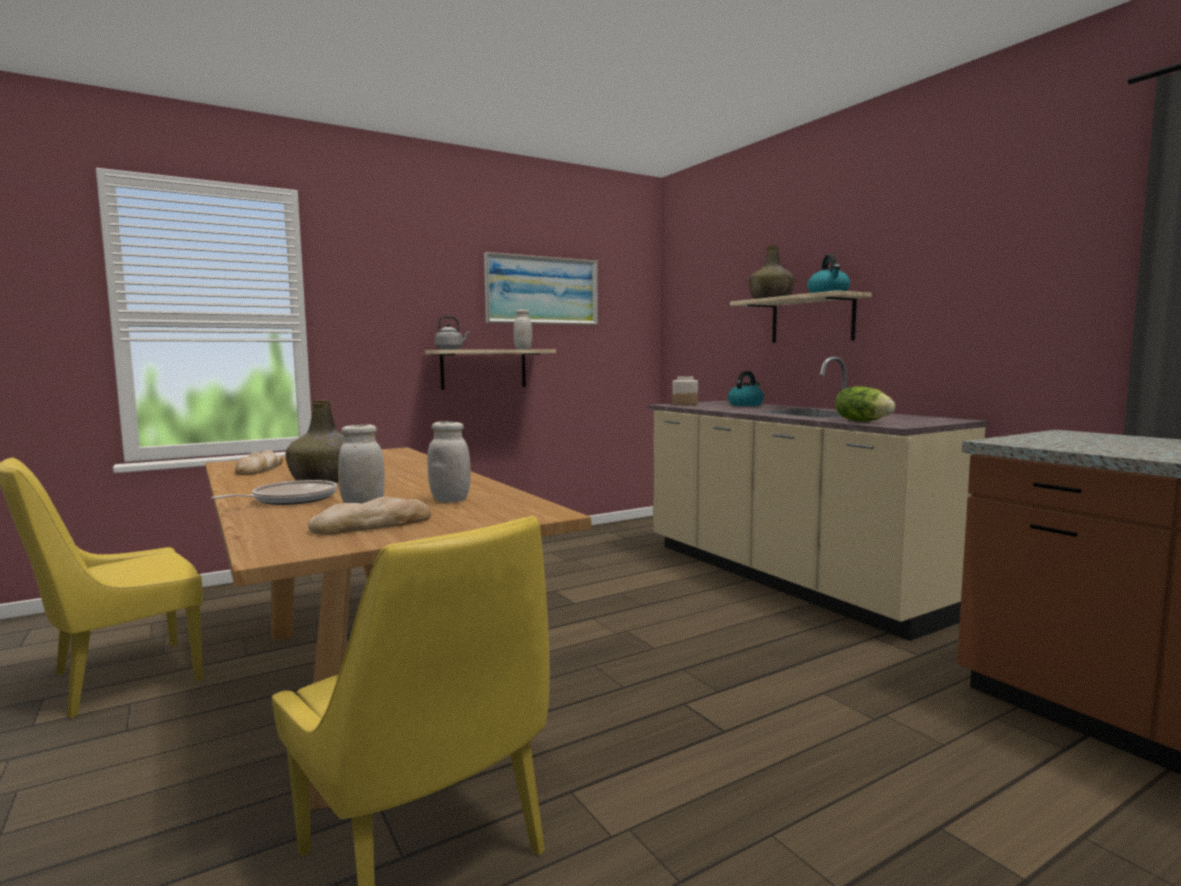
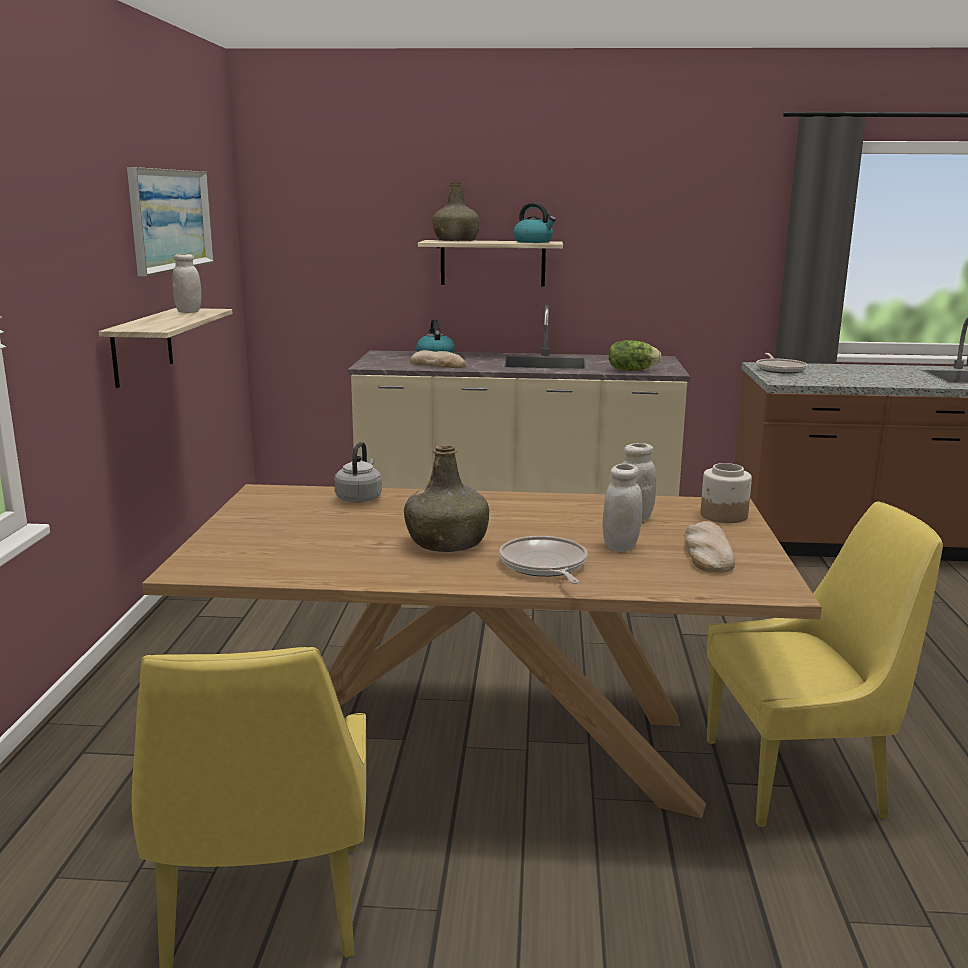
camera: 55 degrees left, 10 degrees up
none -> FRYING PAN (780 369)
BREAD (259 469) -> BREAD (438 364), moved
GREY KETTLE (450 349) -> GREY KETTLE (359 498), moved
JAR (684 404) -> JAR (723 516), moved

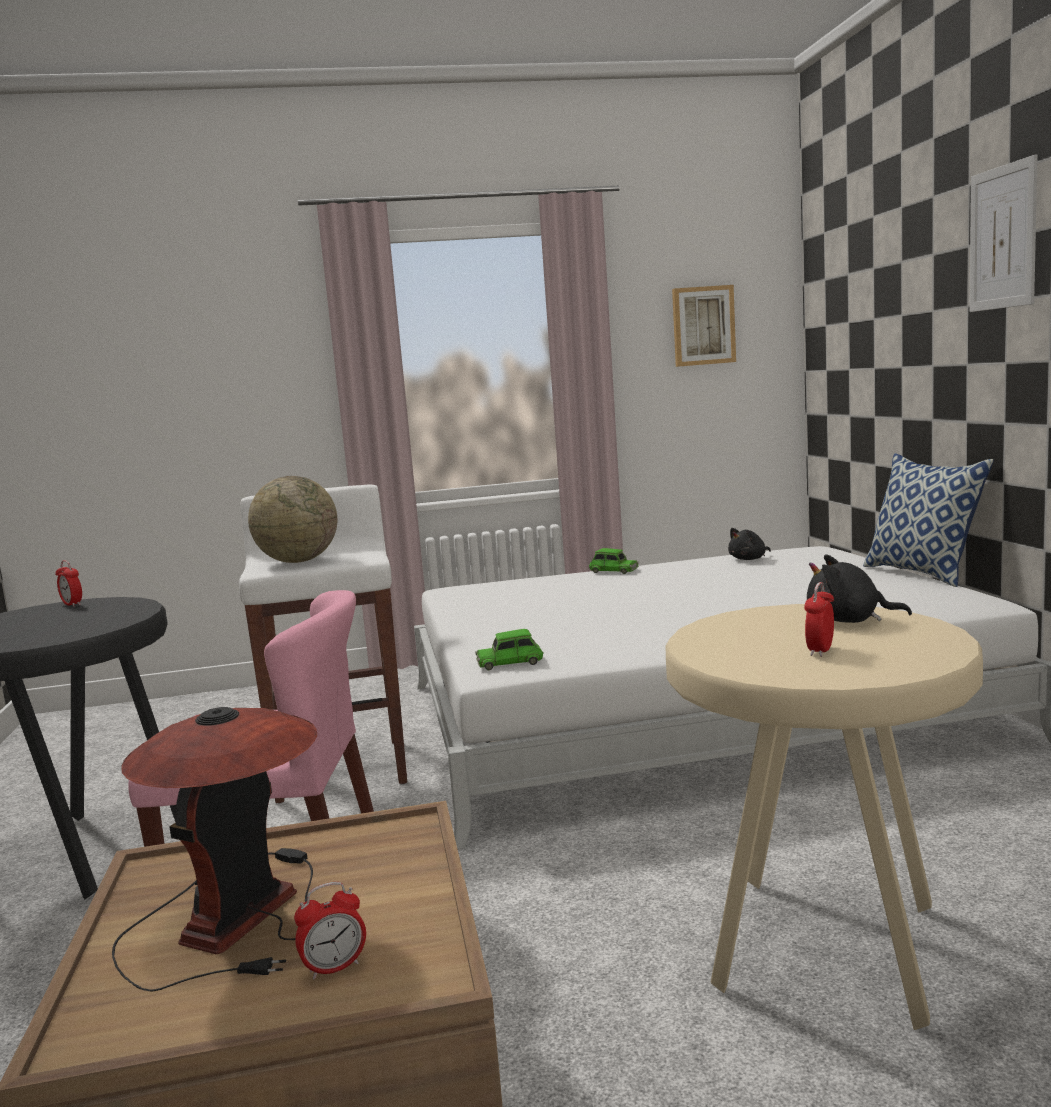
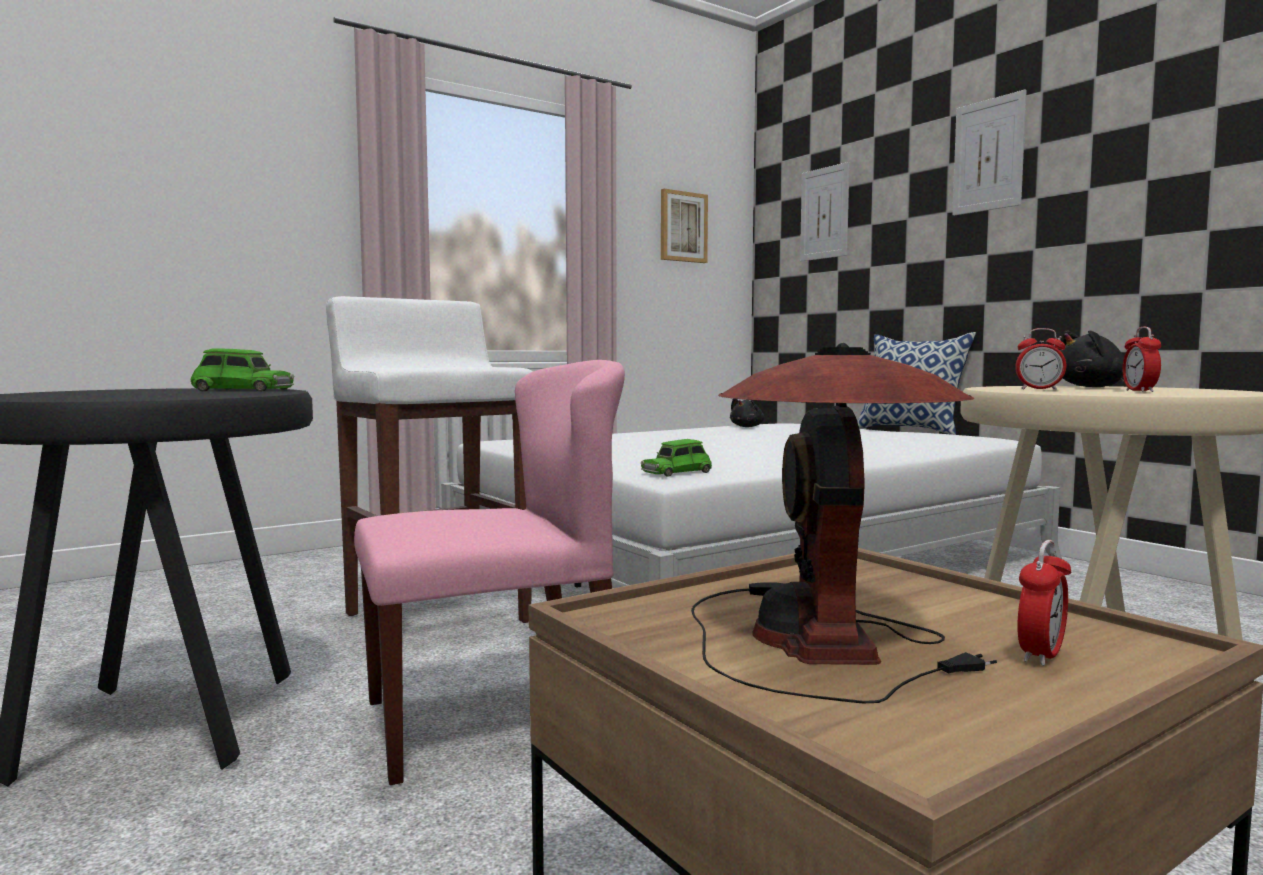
camera: 25 degrees left, 5 degrees down
GLOBE (298 561) -> none
none -> PICTURE (824 213)
ALARM CLOCK (72 604) -> ALARM CLOCK (1039 389), moved
GREEN TOY CAR (613 570) -> GREEN TOY CAR (242 390), moved

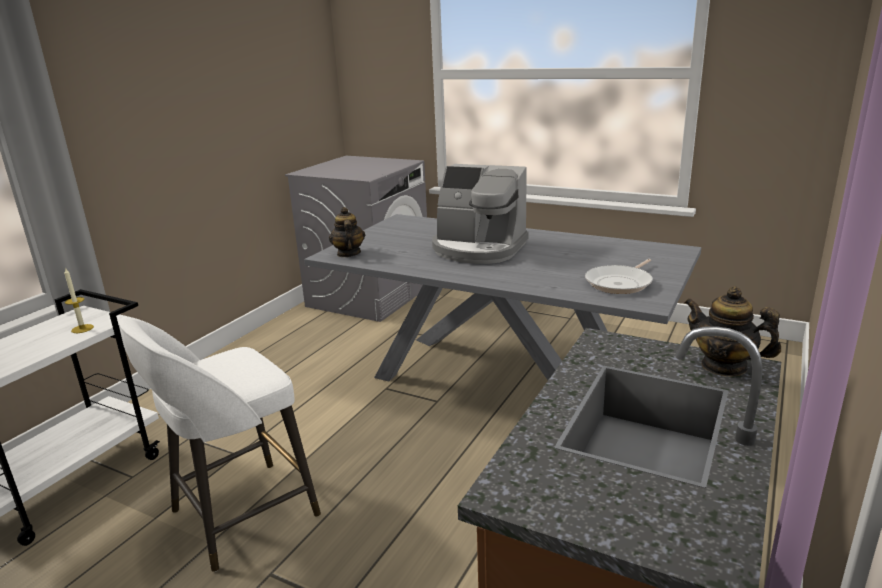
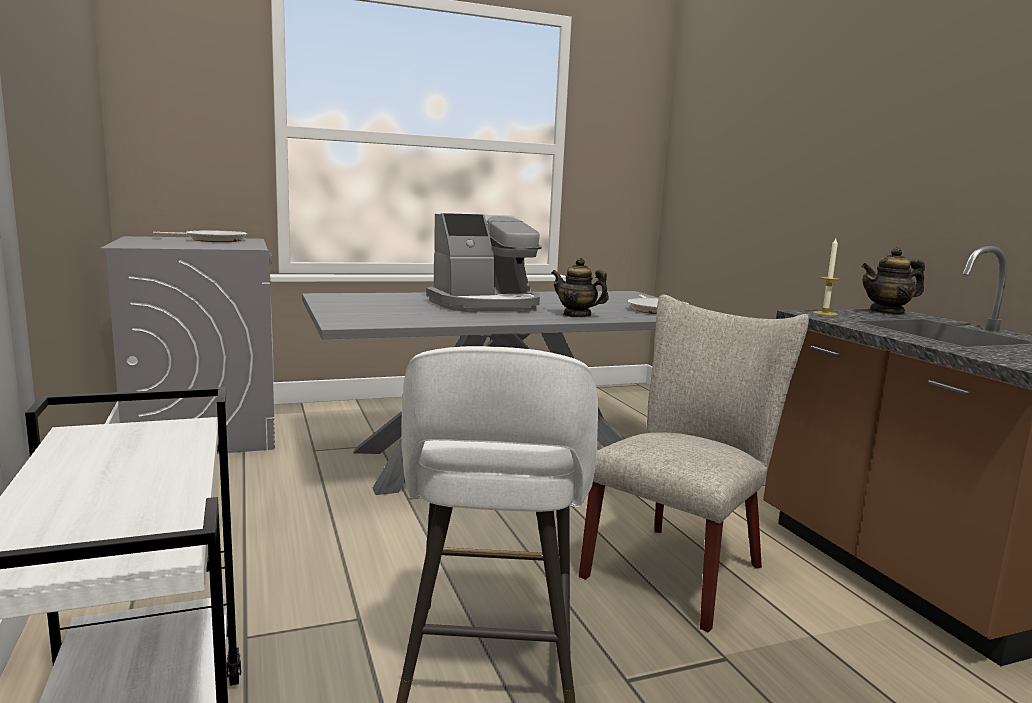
camera: 50 degrees left, 10 degrees down
none -> FRYING PAN (213 240)
none -> BEIGE CHAIR (680 567)
CANDLE (82 328) -> CANDLE (825 313), moved
TEAPOT (348 254) -> TEAPOT (577 315), moved

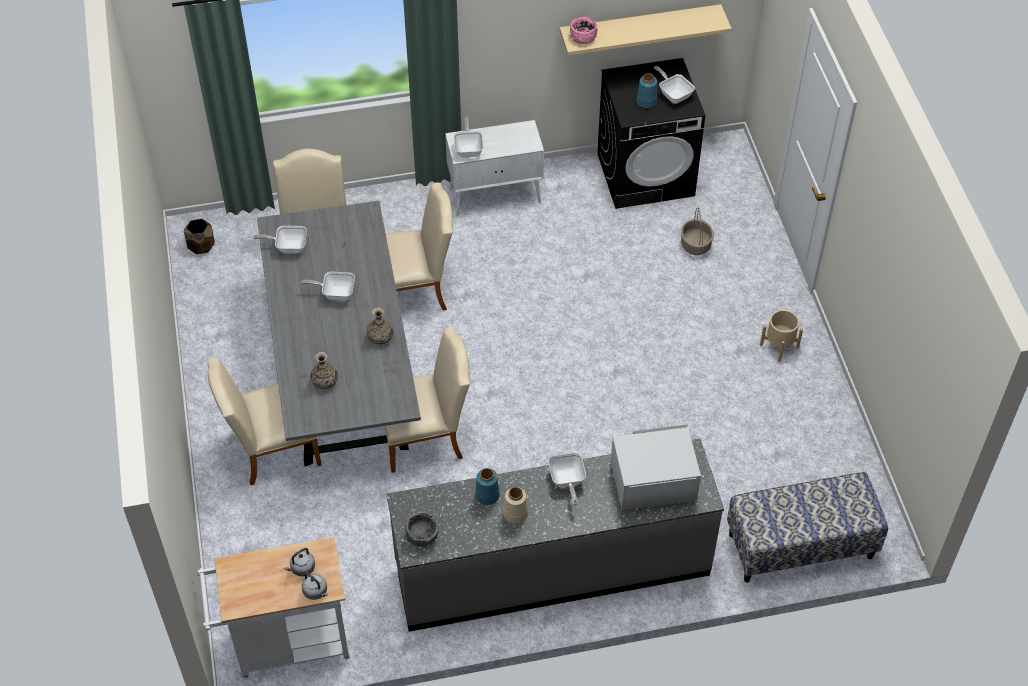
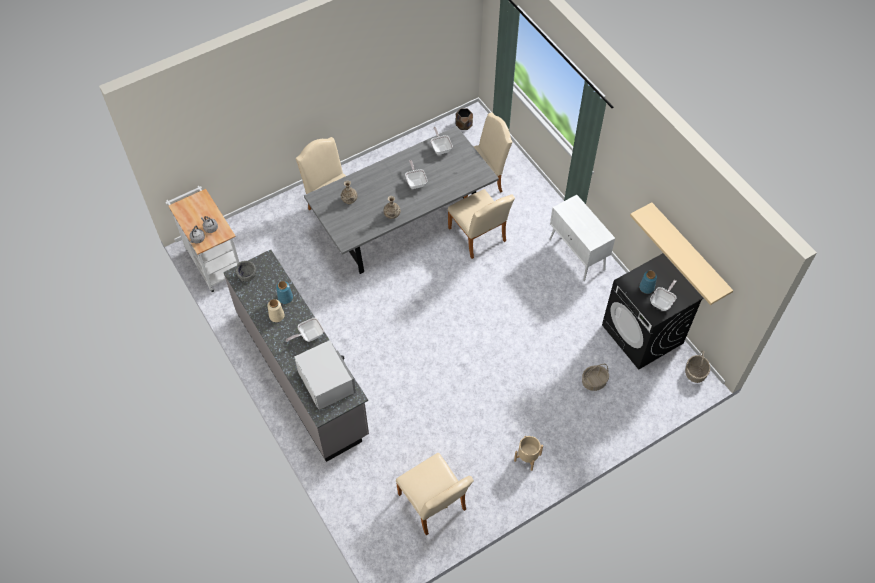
camera: 70 degrees right, 5 degrees up
FRYING PAN (468 149) -> none
PINK BOWL (583 37) -> none
BENCH (800 546) -> none
none -> BASKET (695 373)
BEIGE CHAIR (427 437) -> BEIGE CHAIR (434 505), moved

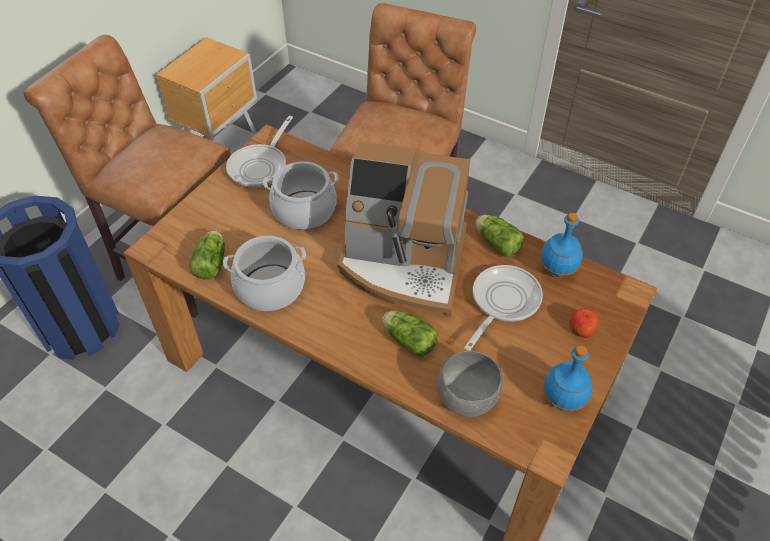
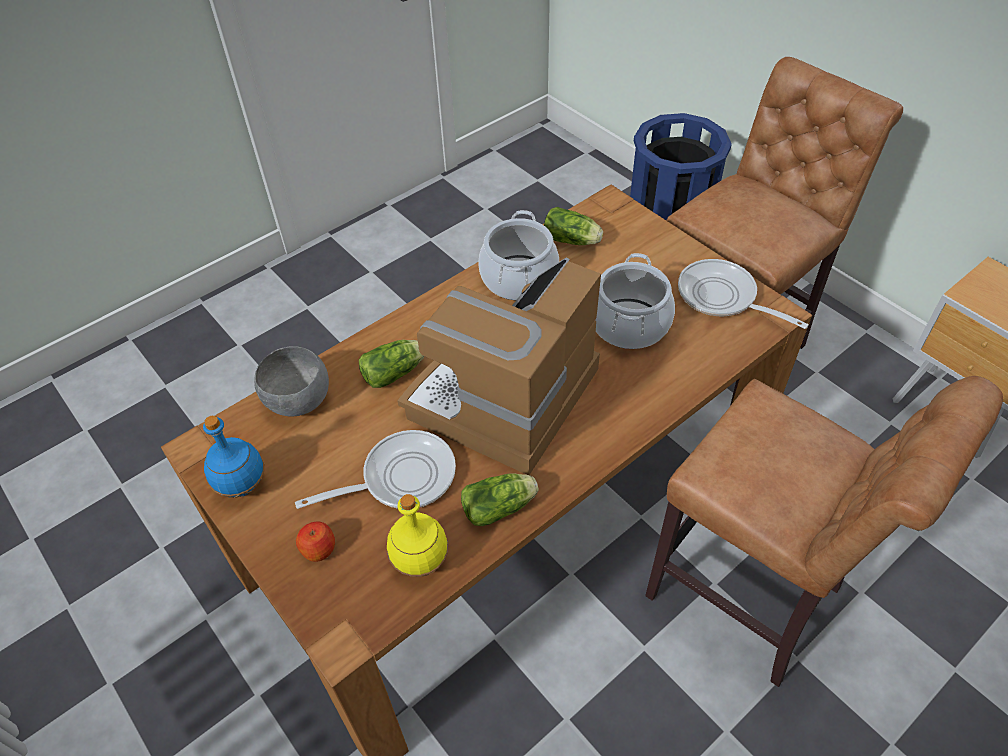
camera: 110 degrees right, 0 degrees up
BLUE BOTTLE (556 271) -> YELLOW BOTTLE (421 561)
FRYING PAN (502 302) -> FRYING PAN (401 477), 75 degrees counterclockwise

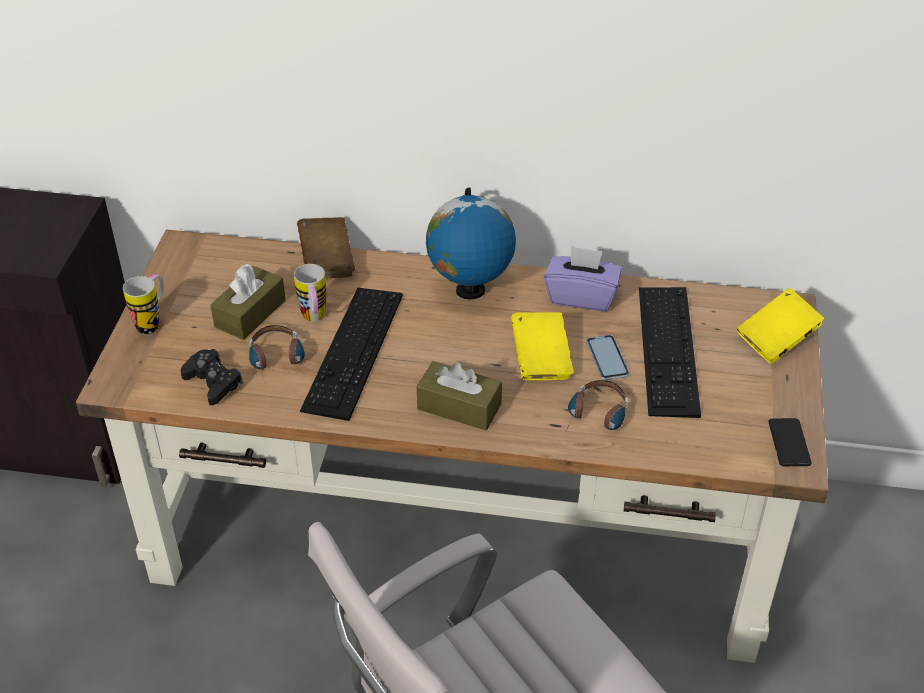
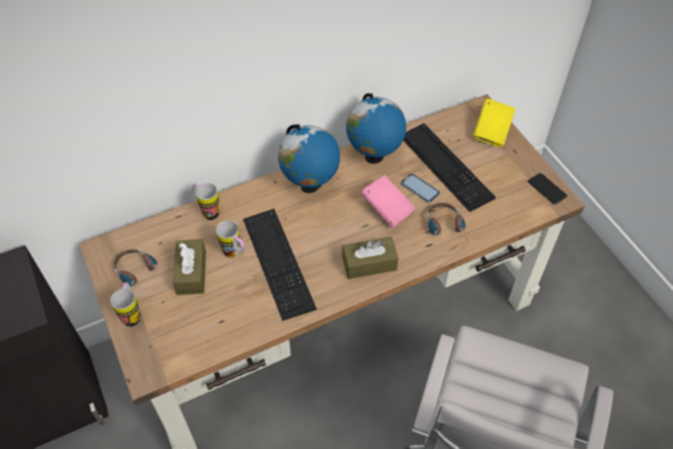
camera: 35 degrees left, 10 degrees up
BLACK GAME CONTROLLER (213 382) -> none
HEADPHONES (277 361) -> HEADPHONES (140 273), moved
BROWN BOOK (327 262) -> MUG (208 211)
PURPLE TISSUE BOX (581 296) -> GLOBE (374 157)
YELLOW BOOK (540 360) -> PINK BOOK (387 209)

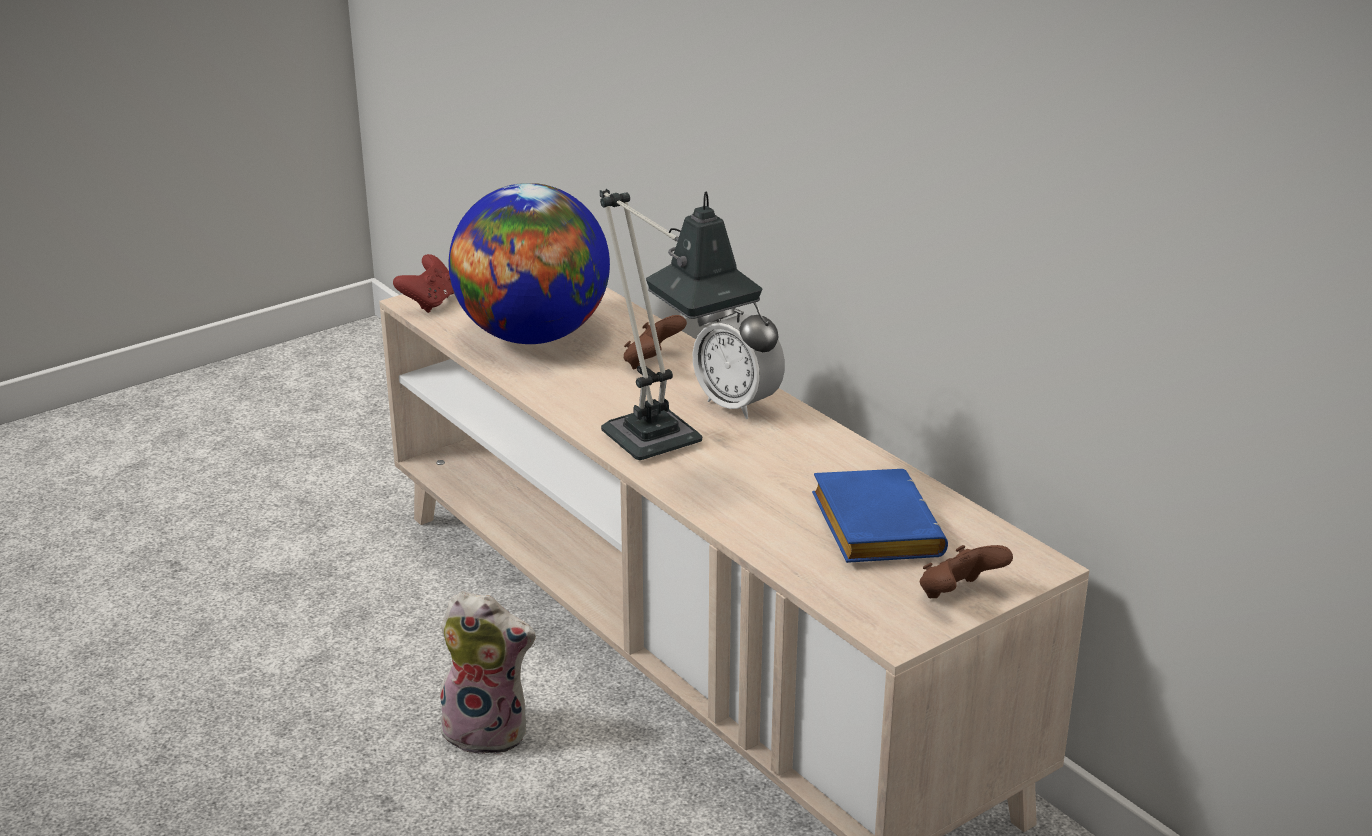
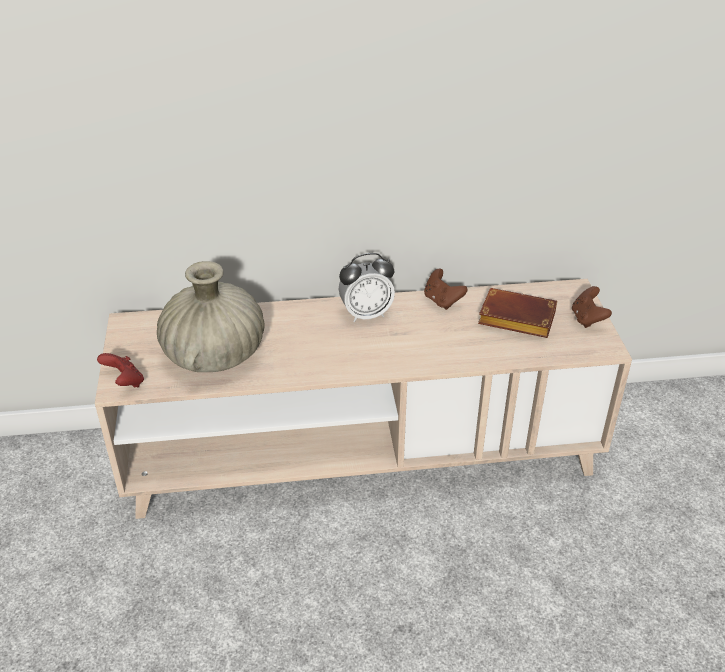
camera: 60 degrees left, 10 degrees up
PLUSH TOY (489 731) -> none
TABLE LAMP (663 449) -> none
BROWN GAME CONTROLLER (652 362) -> BROWN GAME CONTROLLER (442 301), moved
GLOBE (532 336) -> BEIGE VASE (215 355)
BLUE BOOK (871 526) -> BROWN BOOK (514 319)

